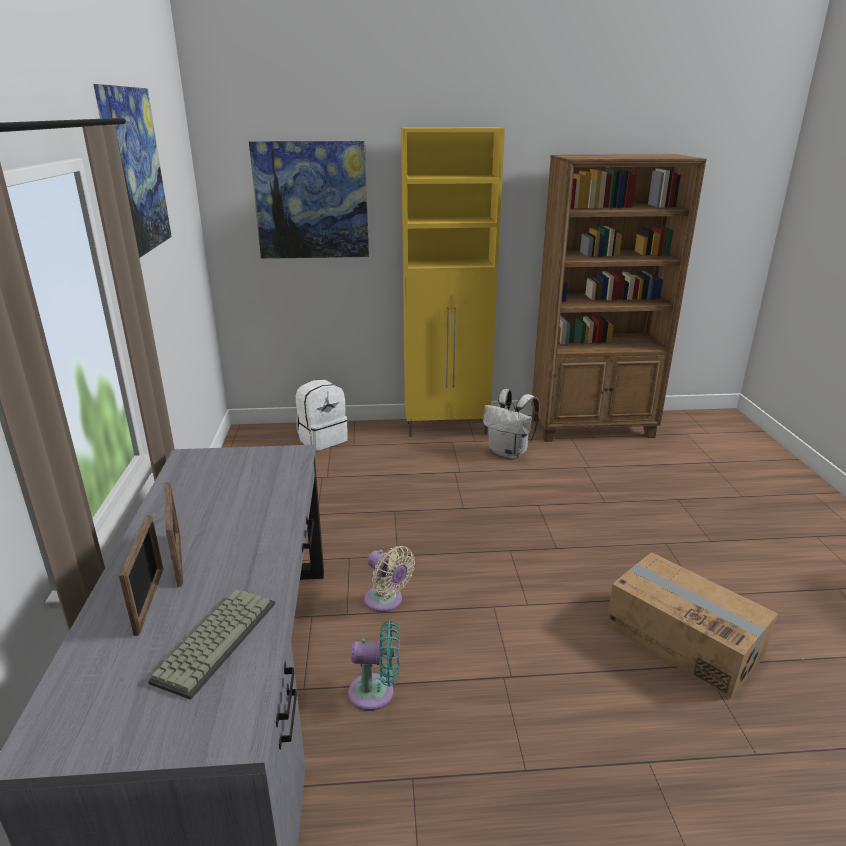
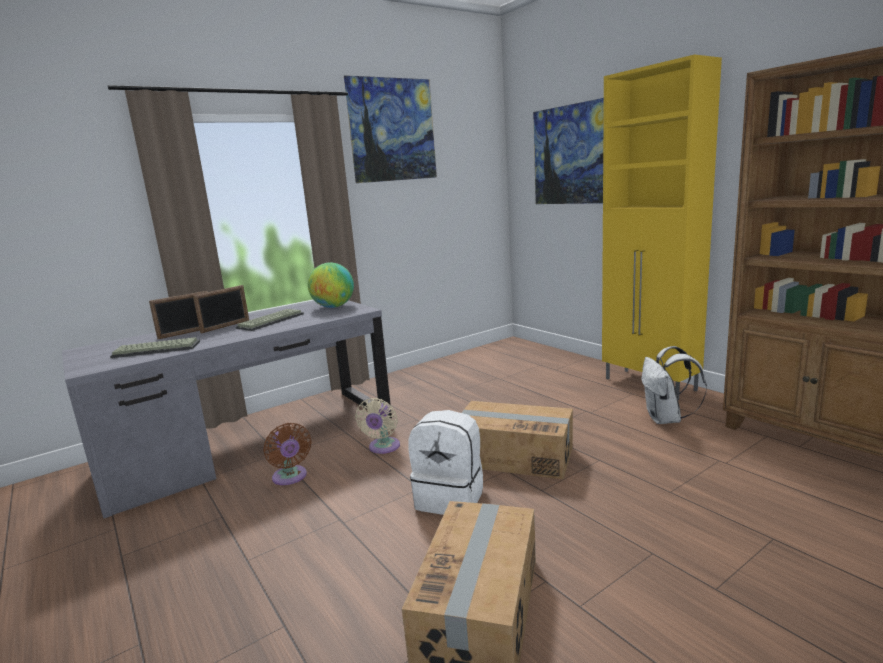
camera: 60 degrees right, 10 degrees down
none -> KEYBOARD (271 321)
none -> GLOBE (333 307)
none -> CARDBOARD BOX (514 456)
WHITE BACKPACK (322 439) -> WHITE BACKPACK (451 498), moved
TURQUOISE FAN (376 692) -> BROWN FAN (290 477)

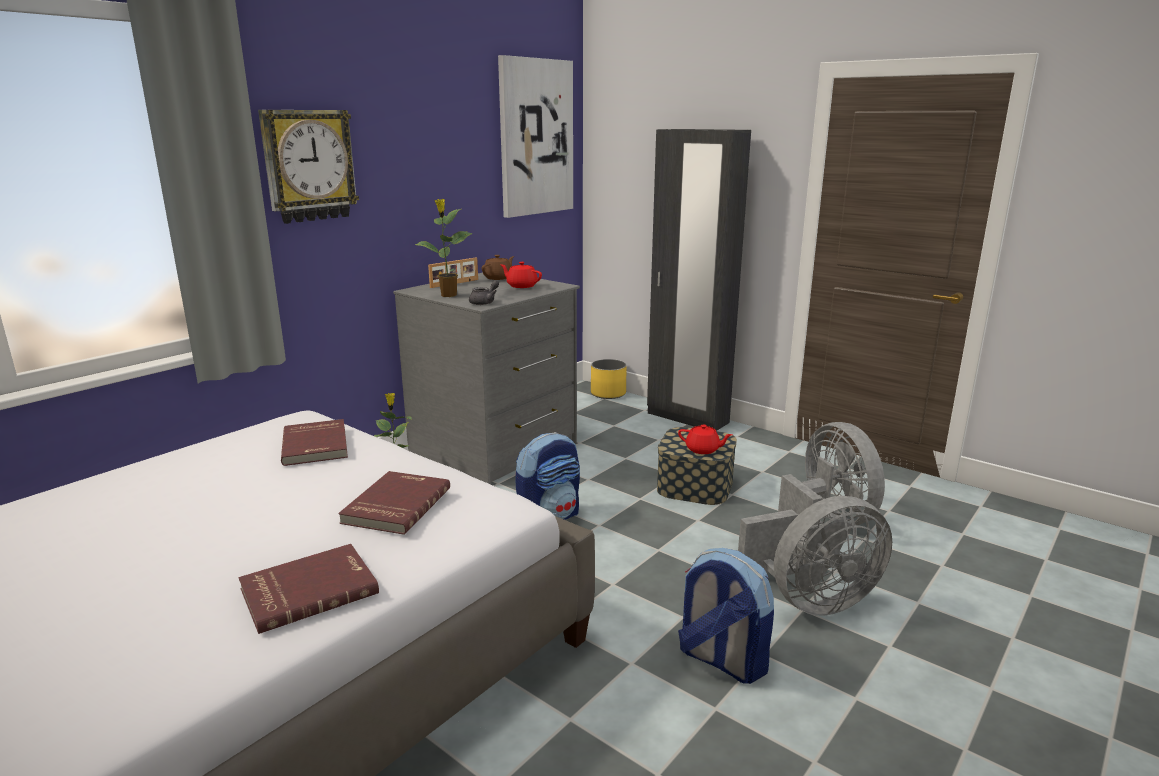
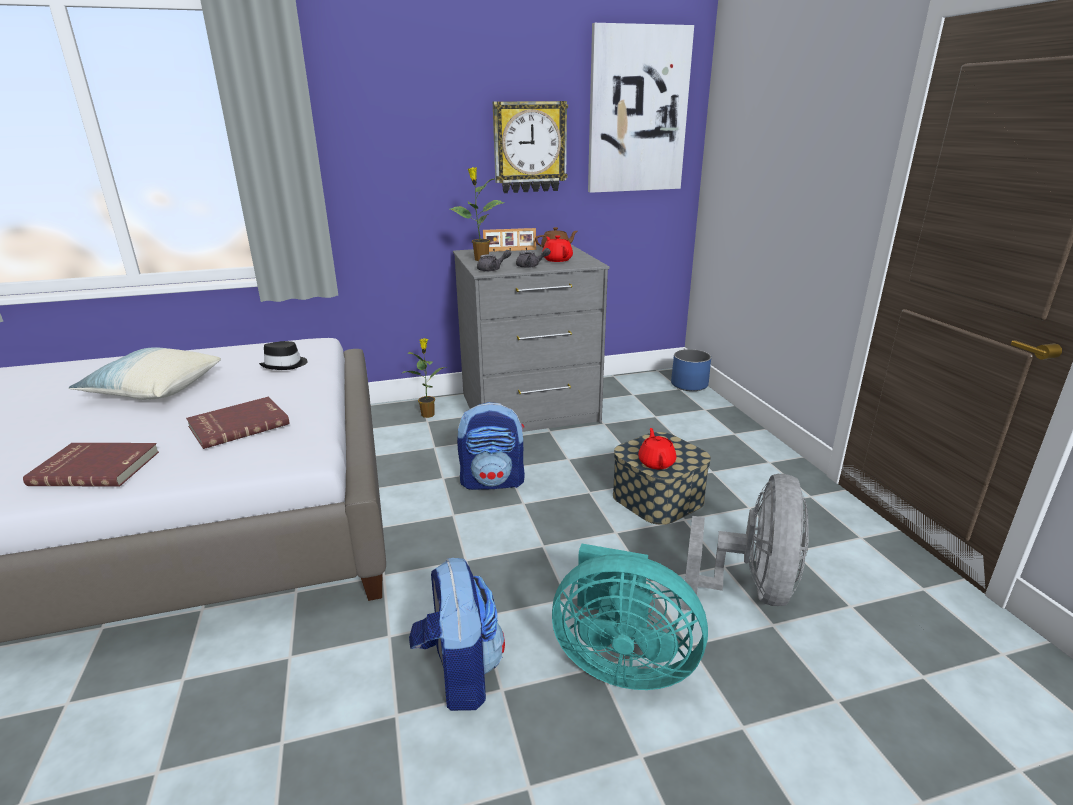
camera: 35 degrees right, 5 degrees up
BLACK WARDROBE (687 418) -> none
none -> PILLOW (153 390)
none -> GREY TEAPOT (531 266)
WALL CLOCK (308 166) -> WALL CLOCK (529 147), moved
RED BOOK (317 445) -> BLACK HAT (285 365)
YELLOW PLANTER (608 393) -> BLUE PLANTER (689 385)
GREY FAN (812 601) -> TURQUOISE FAN (621 662)
RED TEAPOT (703 450) -> RED TEAPOT (656 462), 150 degrees counterclockwise

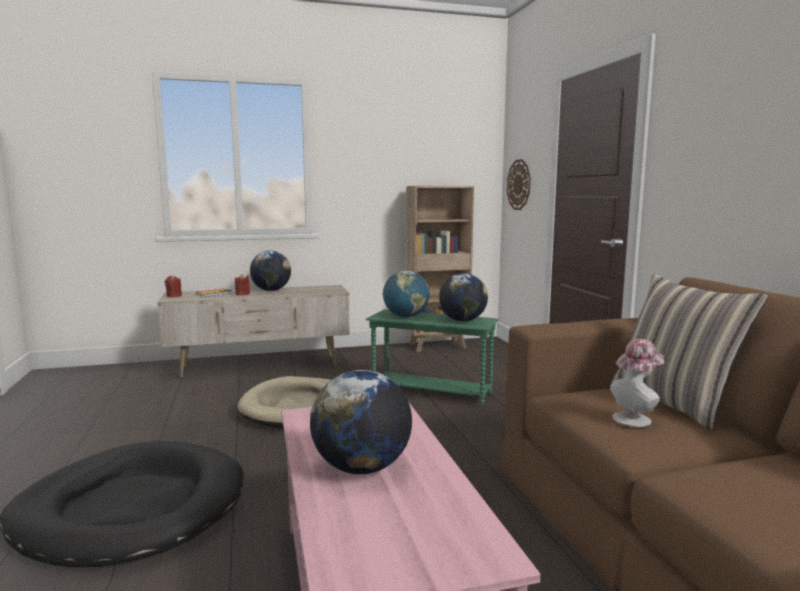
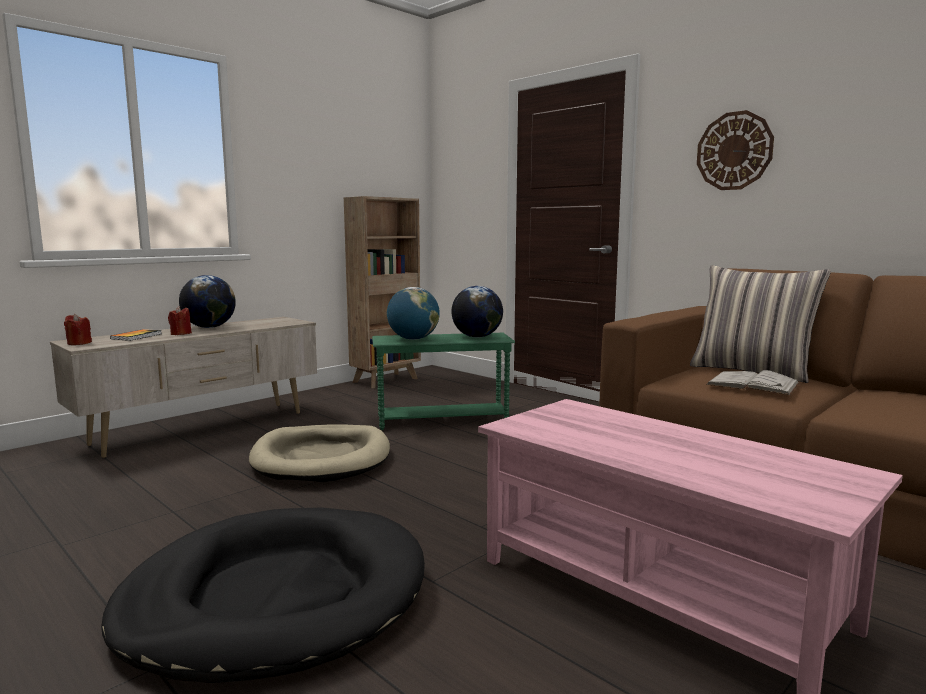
camera: 30 degrees left, 0 degrees up
GLOBE (362 468) -> none
WALL CLOCK (519 184) -> WALL CLOCK (734 151), moved
HAT (635 418) -> WHITE BOOK (753 384)

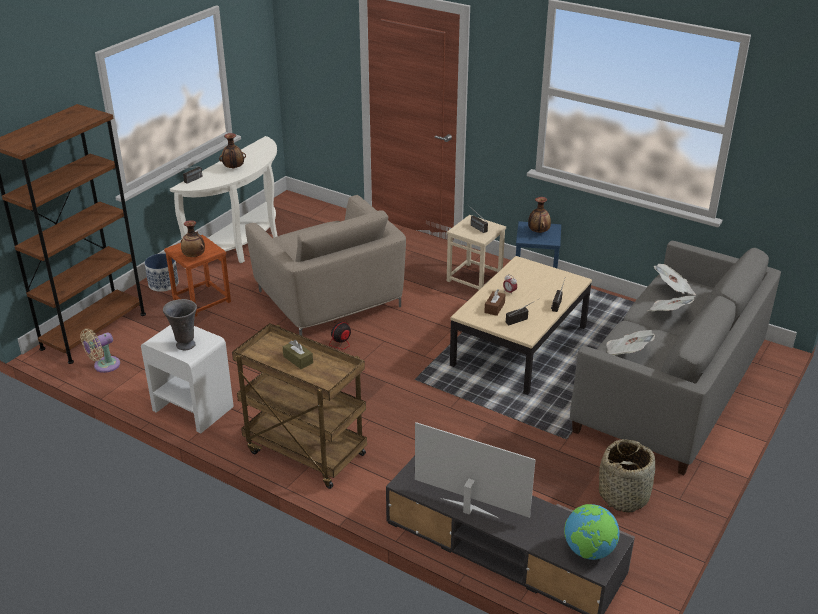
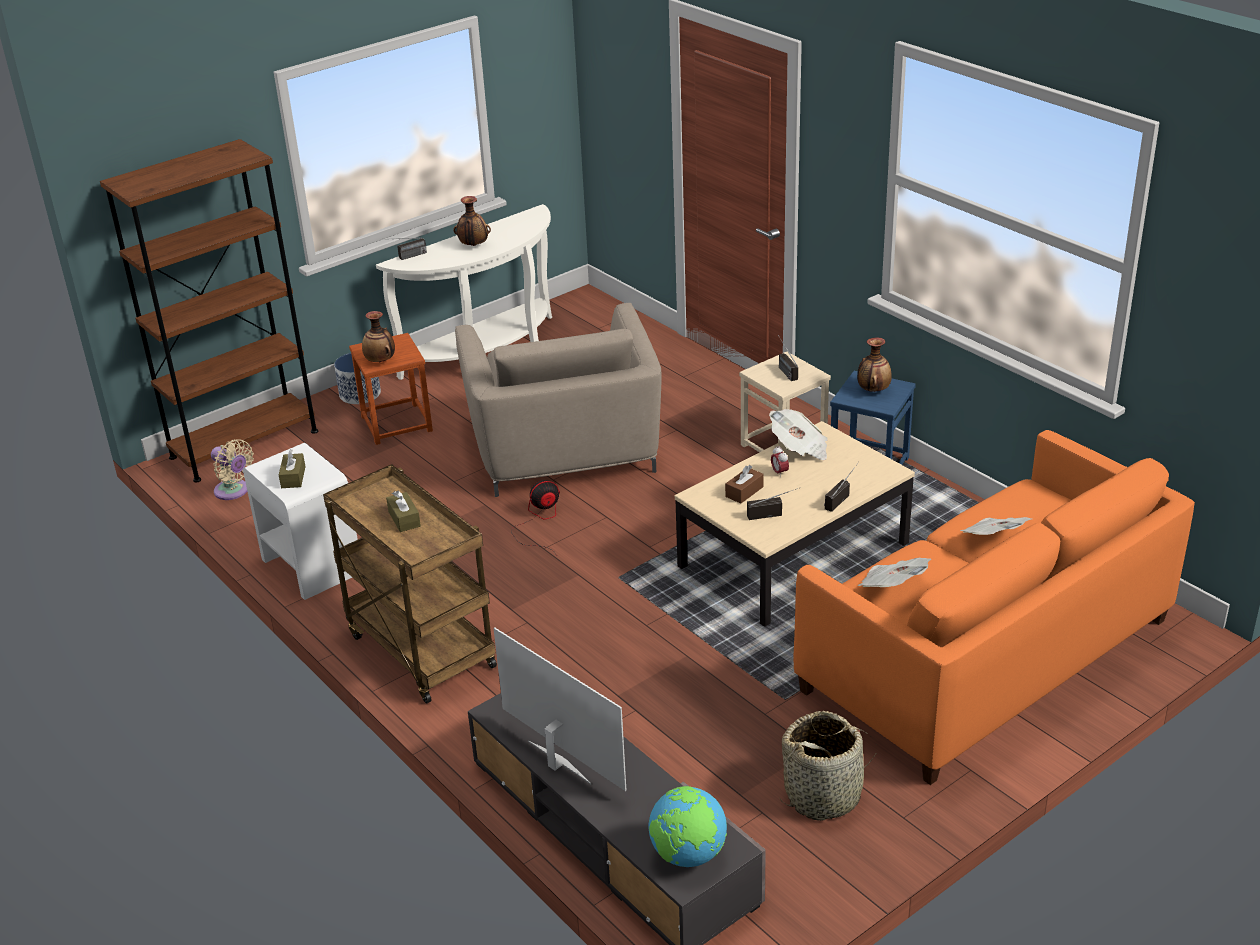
camera: 20 degrees right, 0 degrees up
NEWSPAPER (673 289) -> NEWSPAPER (800 449), moved
GREY VASE (185 345) -> BROWN TISSUE BOX (293 477)
GREY SOFA (670 388) -> ORANGE SOFA (985 655)
BEIGE FAN (104 366) -> BEIGE FAN (234 491), 120 degrees counterclockwise

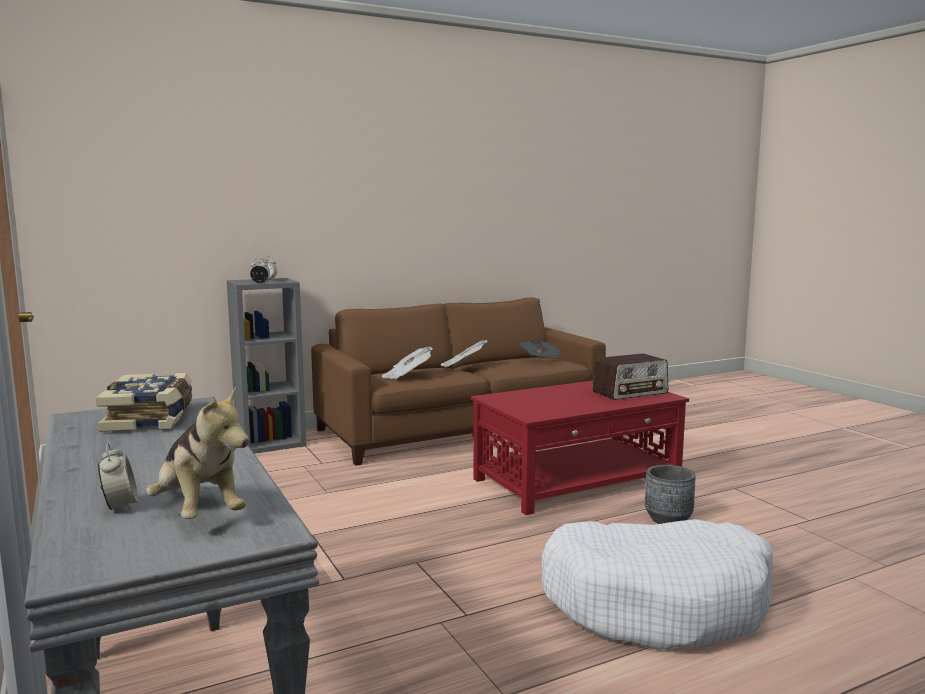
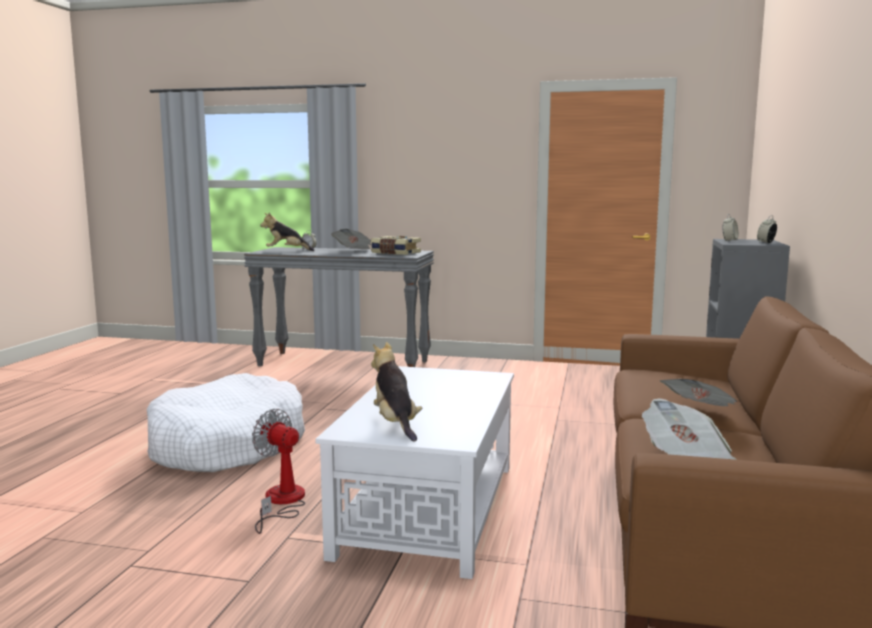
camera: 130 degrees right, 0 degrees up
NEWSPAPER (407 376) -> NEWSPAPER (353 251), moved
RADIO (630 392) -> PLUSH TOY (395 424)
GREY PLANTER (668 519) -> FAN (282 502)
RED COFFEE TABLE (578 480) -> WHITE COFFEE TABLE (428 509)

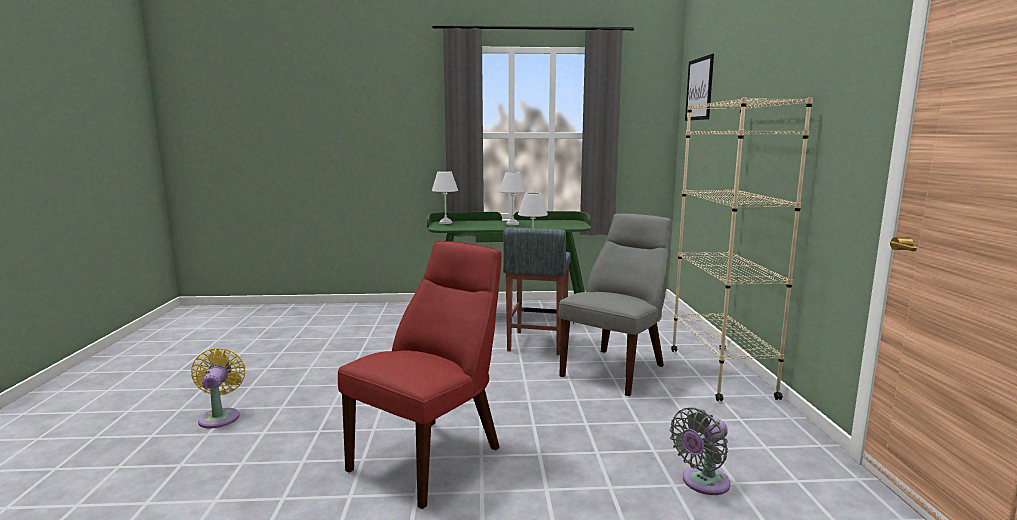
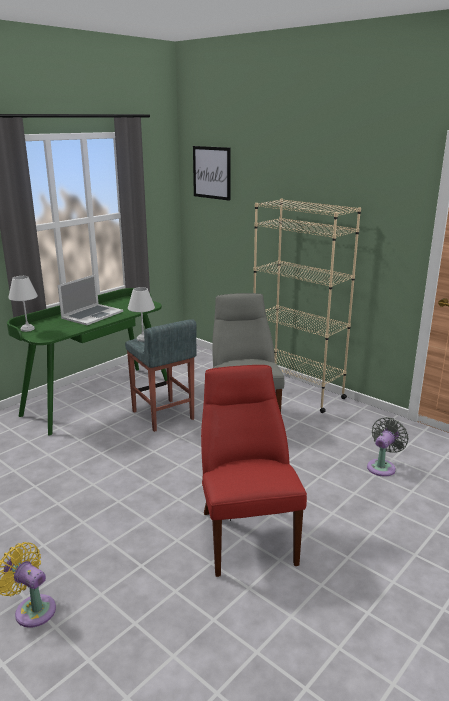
camera: 45 degrees left, 10 degrees up
WHITE TABLE LAMP (512 224) -> LAPTOP (92 315)
GREY FAN (702 483) -> GREY FAN (382 466), 150 degrees counterclockwise

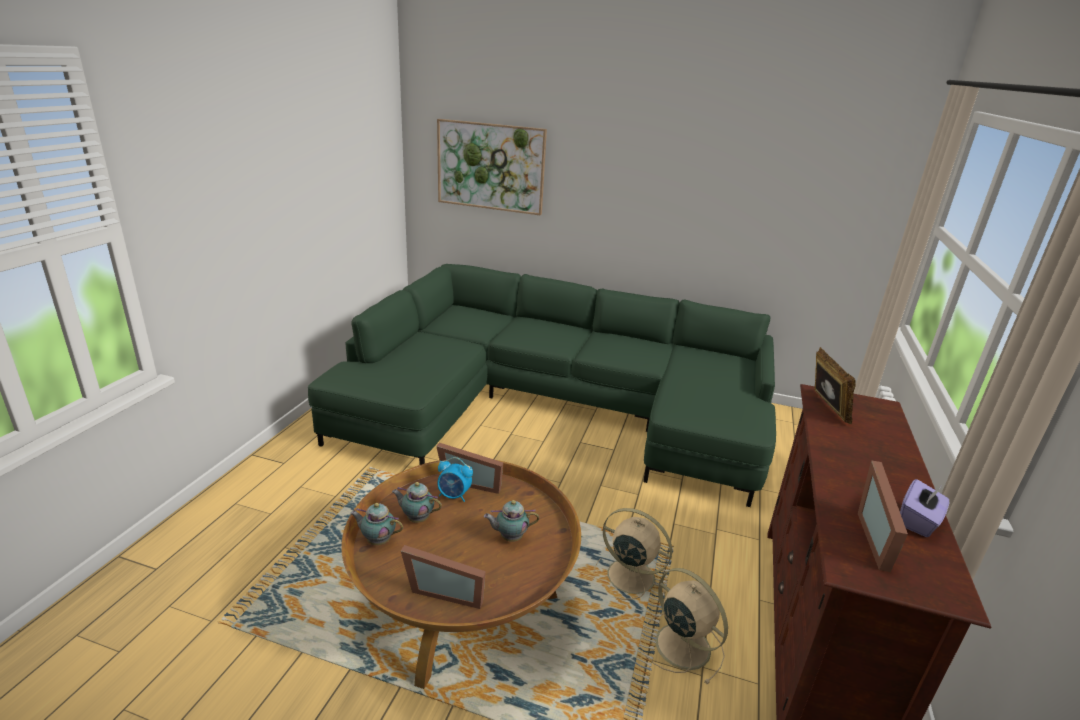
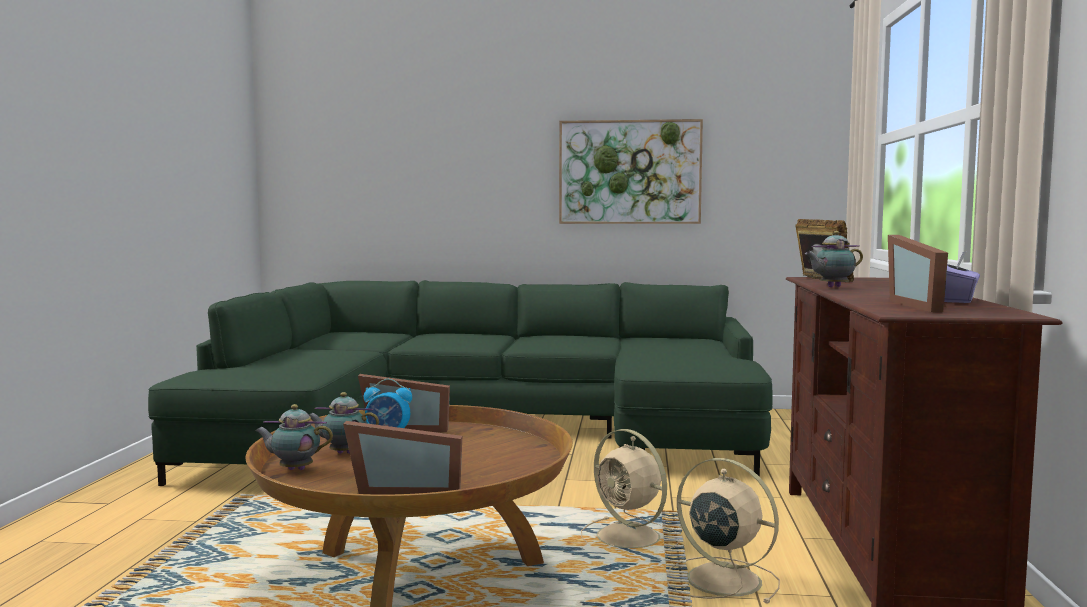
camera: 10 degrees left, 20 degrees down
PICTURE (491 166) -> PICTURE (629 172), moved
TEAPOT (509 537) -> TEAPOT (832 287), moved
BEIGE FAN (628 575) -> BEIGE FAN (630 538), 150 degrees counterclockwise

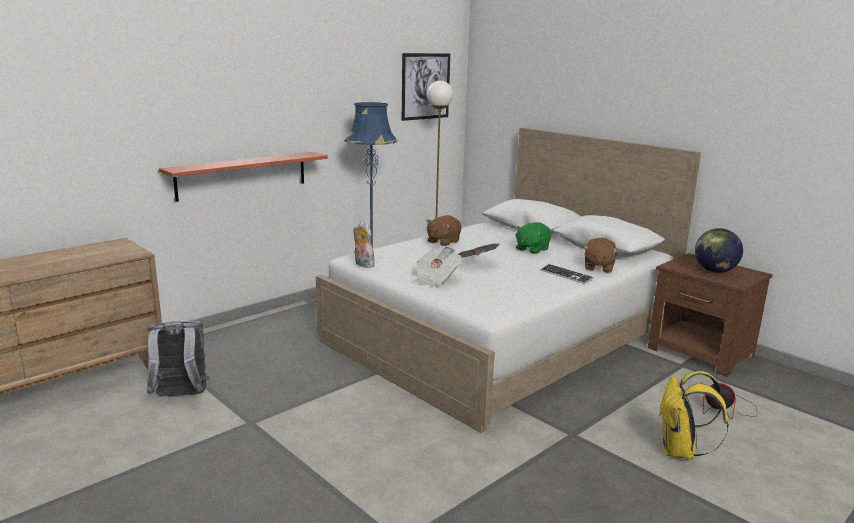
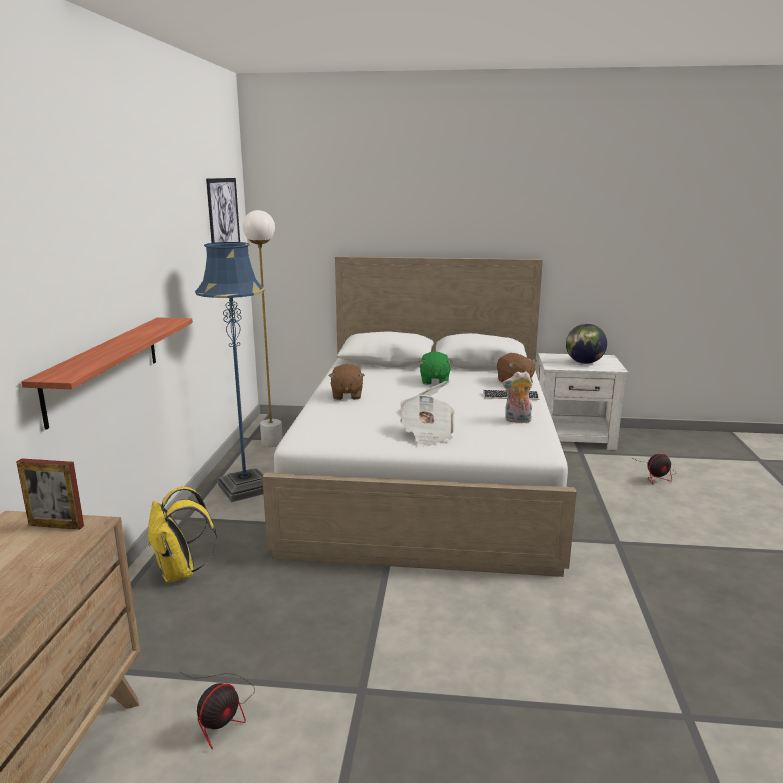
camera: 40 degrees left, 0 degrees up
none -> PICTURE FRAME (56 525)
PLUSH TOY (362 265) -> PLUSH TOY (517 420), moved
YELLOW BACKPACK (681 452) -> YELLOW BACKPACK (180 573), moved
GREY BACKPACK (180 397) -> FAN (222 712)
BROWN NIGHTSTAND (701 353) -> WHITE NIGHTSTAND (575 437)

